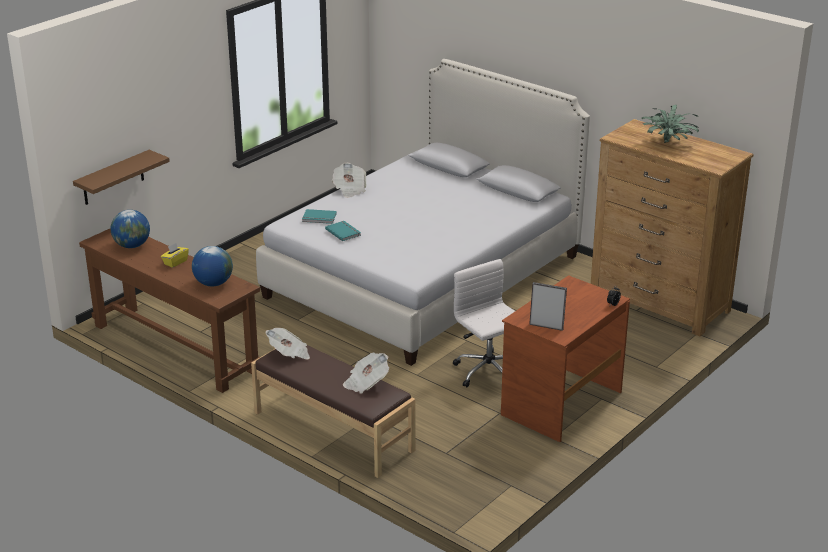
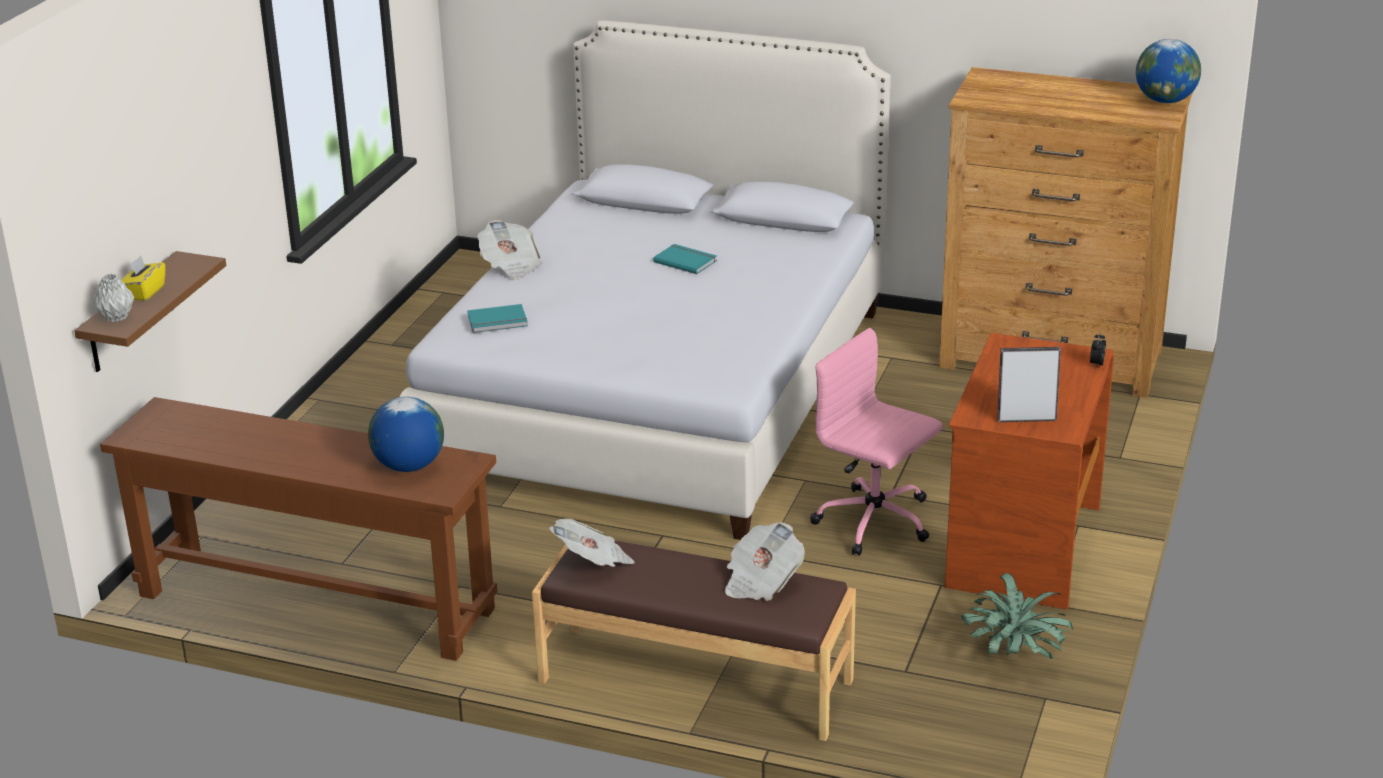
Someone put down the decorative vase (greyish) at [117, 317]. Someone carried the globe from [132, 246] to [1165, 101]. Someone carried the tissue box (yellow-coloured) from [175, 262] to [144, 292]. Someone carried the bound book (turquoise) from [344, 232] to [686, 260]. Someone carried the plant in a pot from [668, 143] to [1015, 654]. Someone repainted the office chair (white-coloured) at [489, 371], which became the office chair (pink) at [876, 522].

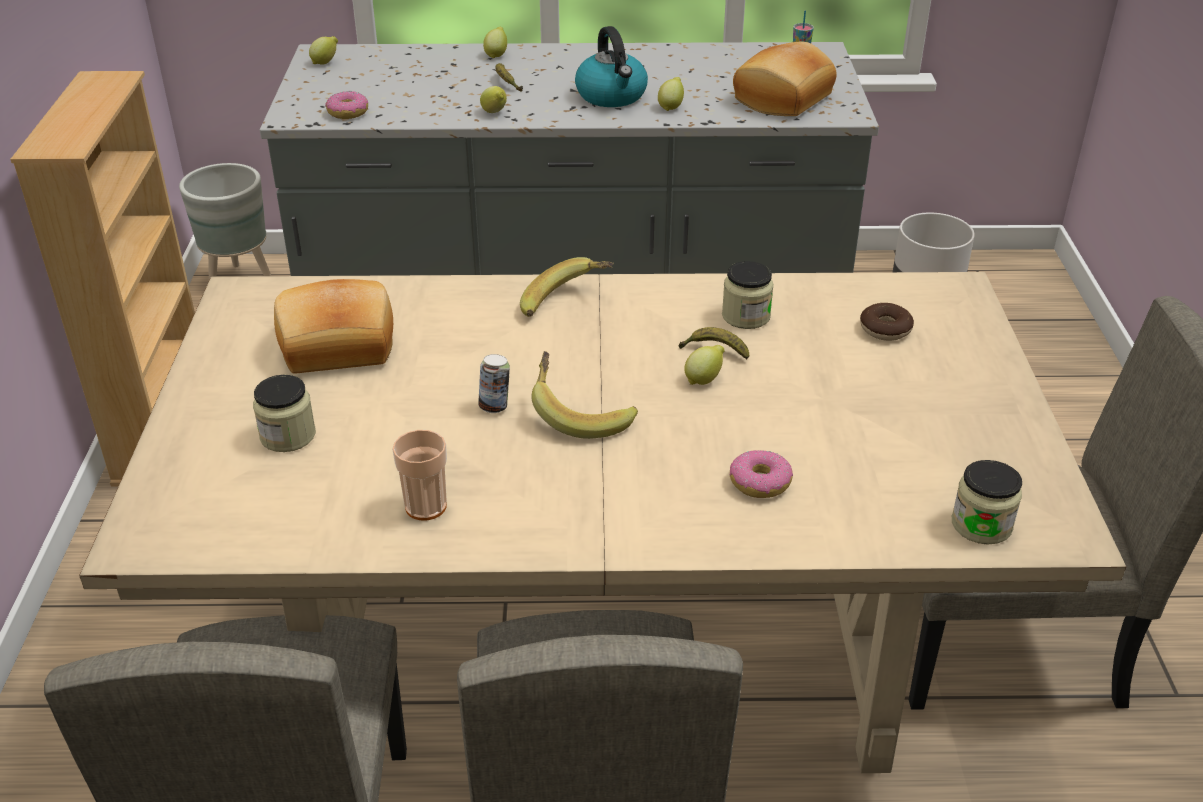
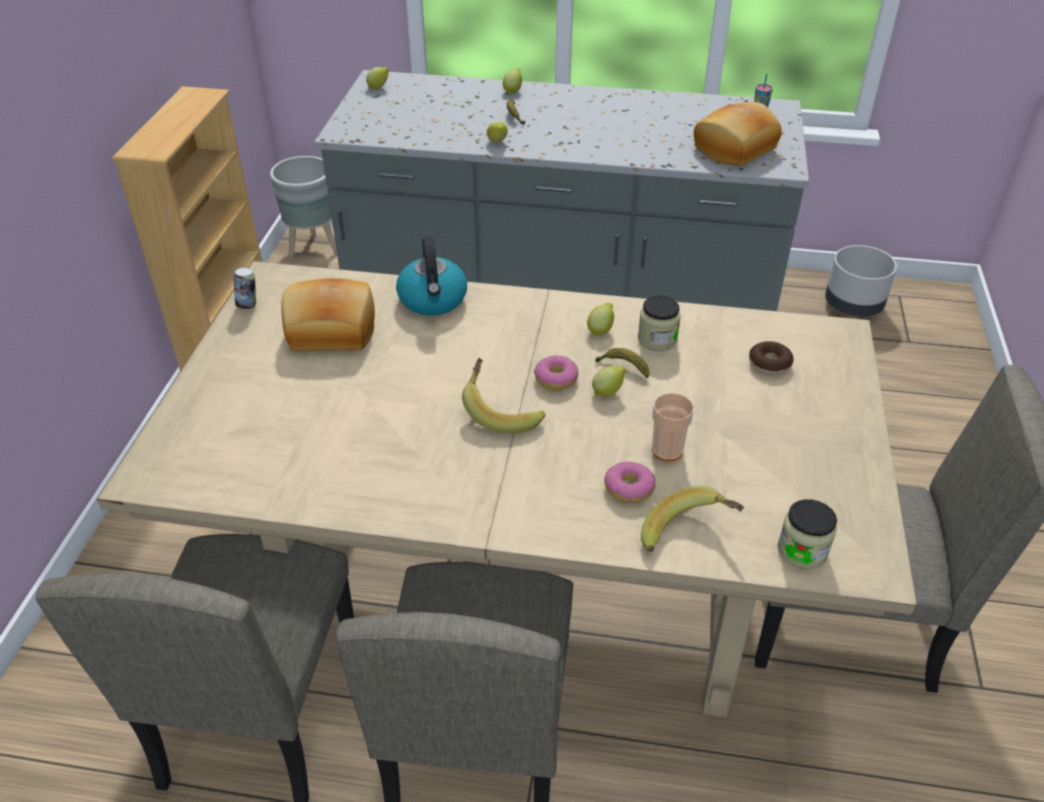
Someone took away the jar at [288, 436]. Someone carried the donut from [348, 113] to [556, 379]. Someone carried the small cup from [426, 506] to [667, 450]. Someone carried the sealed can from [495, 407] to [248, 305]. Someone carried the banana fruit from [567, 305] to [688, 535]. Someone carried the tea kettle from [612, 96] to [433, 300]. Someone carried the lemon from [671, 107] to [600, 330].

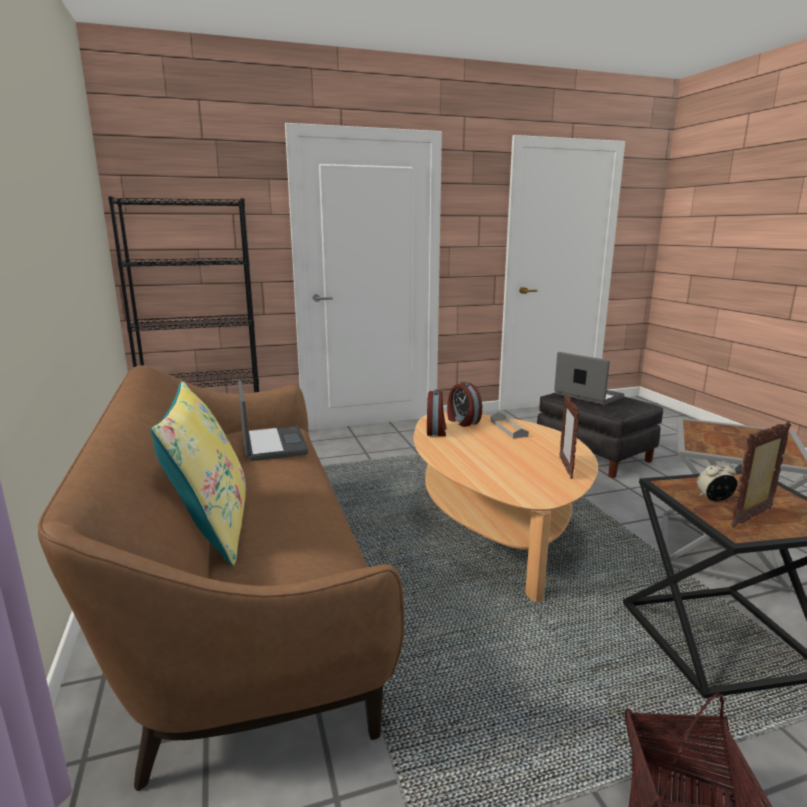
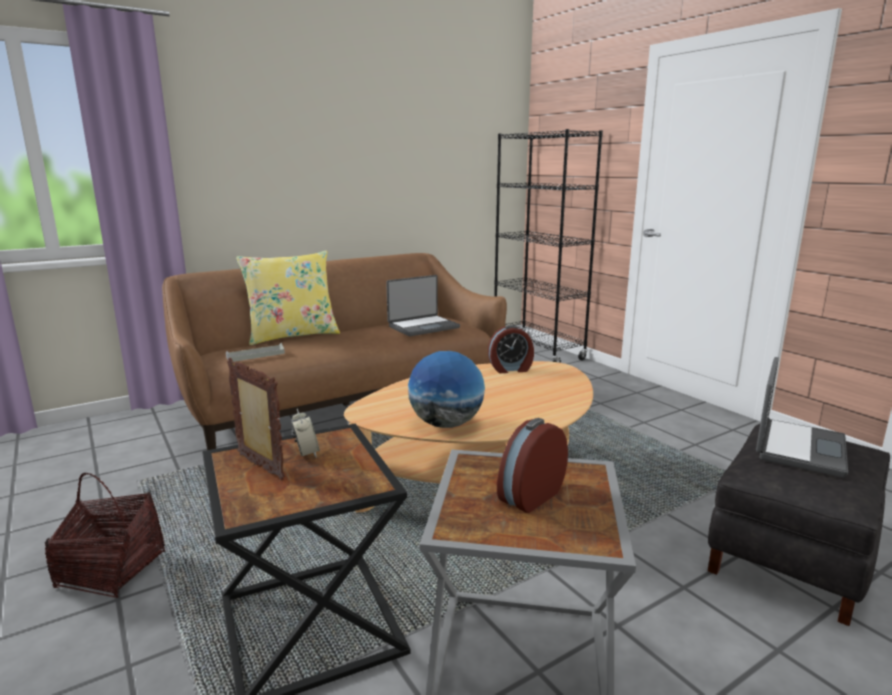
Someone carried the table clock from [462, 421] to [529, 495]. Someone carried the carrying tray (greyish) from [508, 428] to [255, 355]. Someone swapped the picture frame at [566, 468] for the globe at [446, 424].

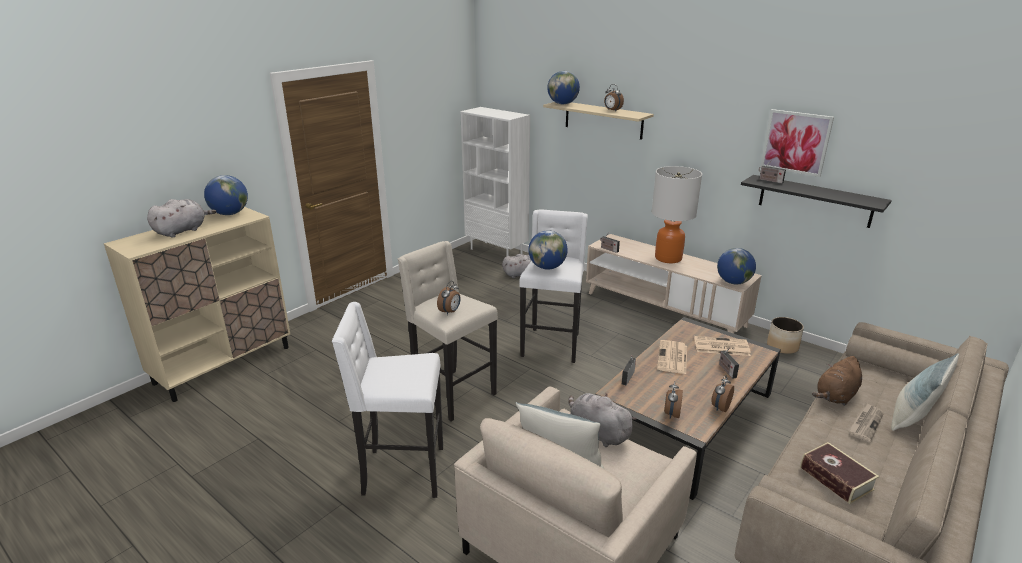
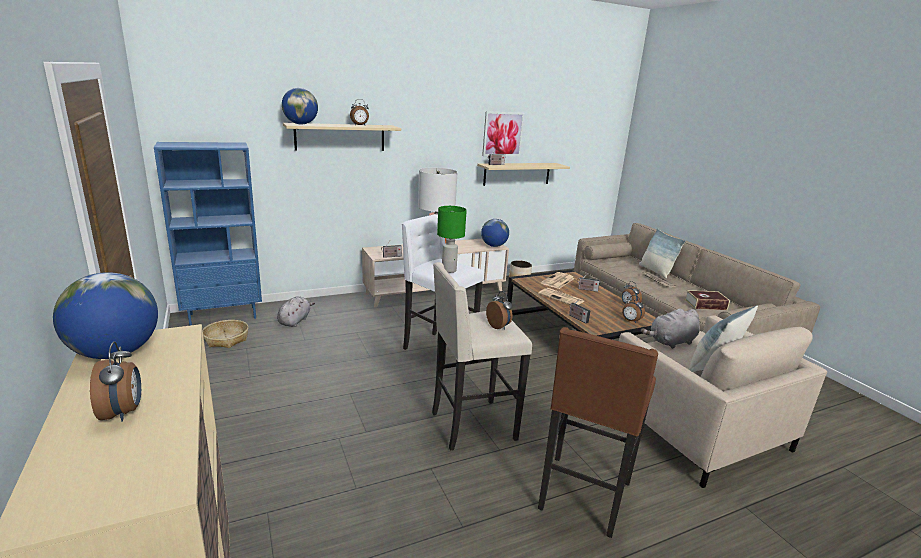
Someone took away the soft toy (brown-coloured) at [835, 396]. Someone put down the basket at [226, 339]. Someone swapped the soft toy (greyish) at [182, 231] for the table clock at [123, 412]. Someone swapped the globe at [547, 267] for the table lamp (green-coloured) at [448, 270]. Someone repainted the sitting stool (white-coloured) at [401, 472], which became the sitting stool (brown-coloured) at [582, 497]. Someone repainted the bookshelf (white-coloured) at [497, 251], which became the bookshelf (blue-coloured) at [224, 315]. Someone repainted the bracket shelf (black) at [815, 201], which became the bracket shelf (beige-coloured) at [517, 173].

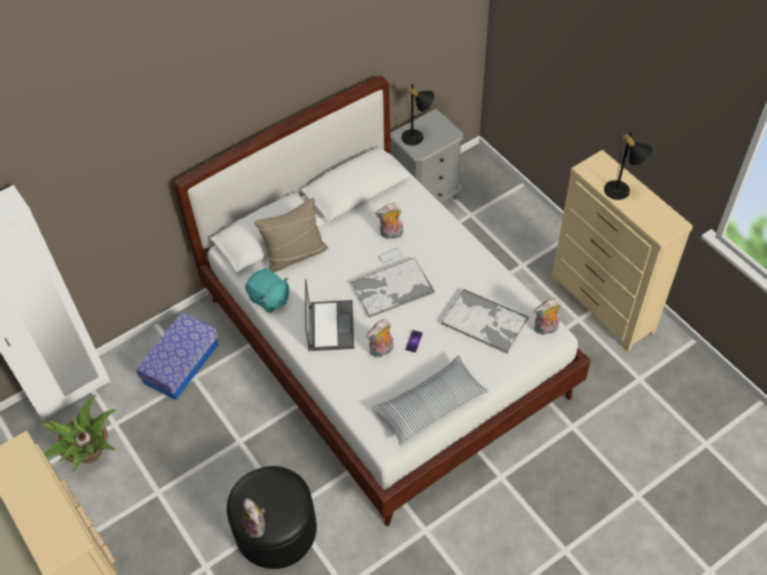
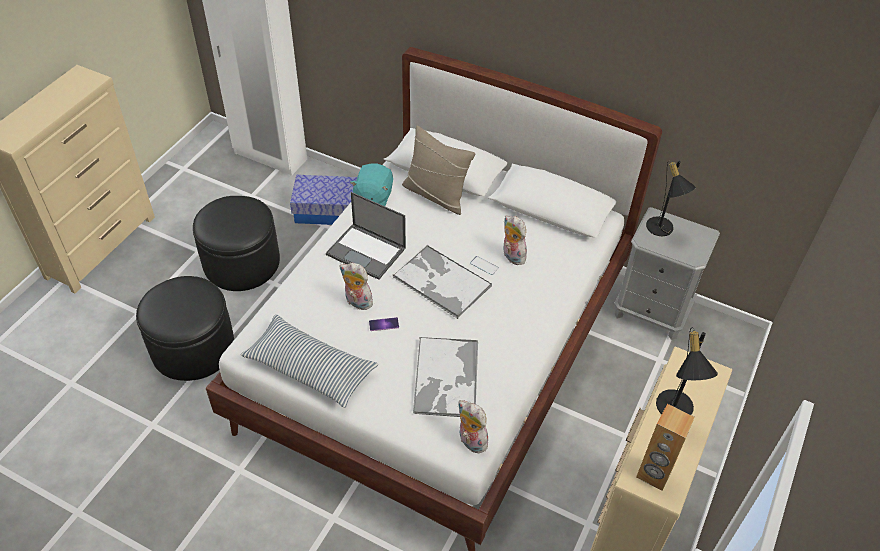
Someone took away the plant in a pot at [88, 454]. Someone took away the soft toy at [257, 526]. Someone put down the ottoman (black) at [241, 263]. Someone put down the audio speaker (brown-coloured) at [653, 474]. Someone rotated the laptop at [330, 325] by 60 degrees clockwise.

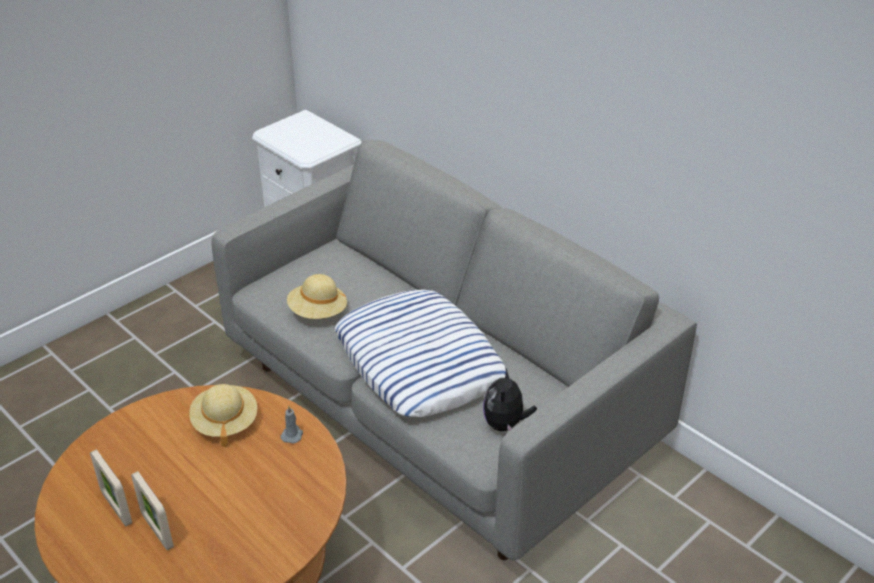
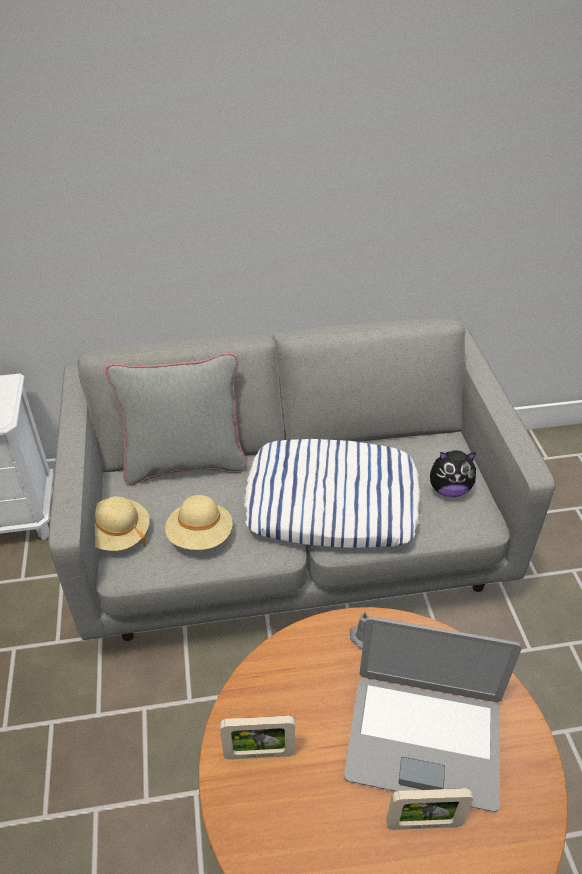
Someone put down the cushion (greyish) at [185, 463]. Someone put down the laptop at [424, 739]. Someone carried the picture frame from [116, 508] to [259, 754]. Someone carried the hat (beige-coloured) from [225, 422] to [117, 534]. Someone rotated the soft toy at [505, 424] by 45 degrees counterclockwise.

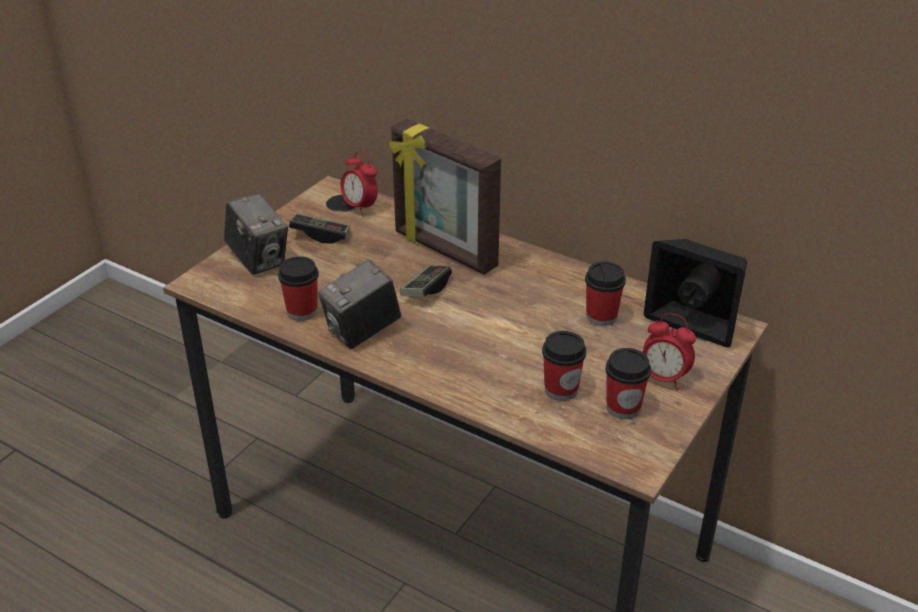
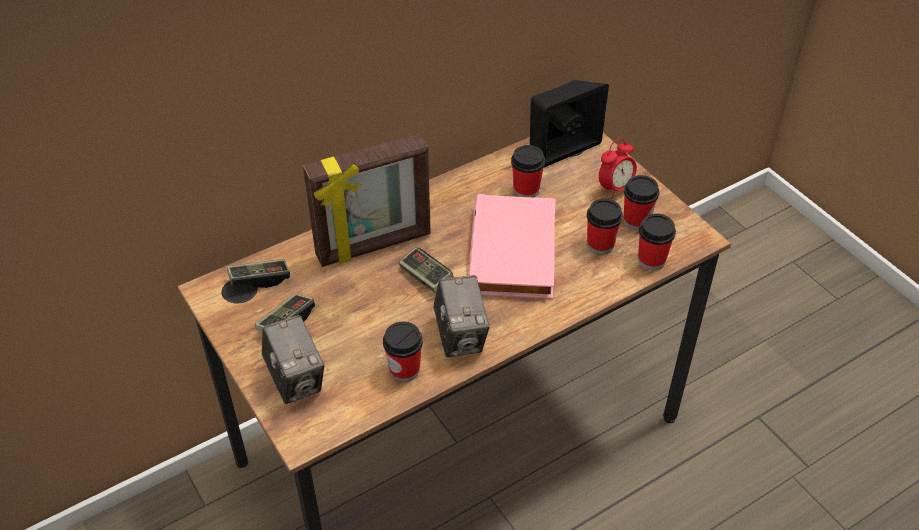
Someone put down the bound book (pink) at [516, 252]. Someone put down the small cup at [651, 260]. Someone swapped the table clock at [360, 207] for the gamepad at [260, 279]. Someone rotated the photo camera at [259, 260] by 75 degrees clockwise.

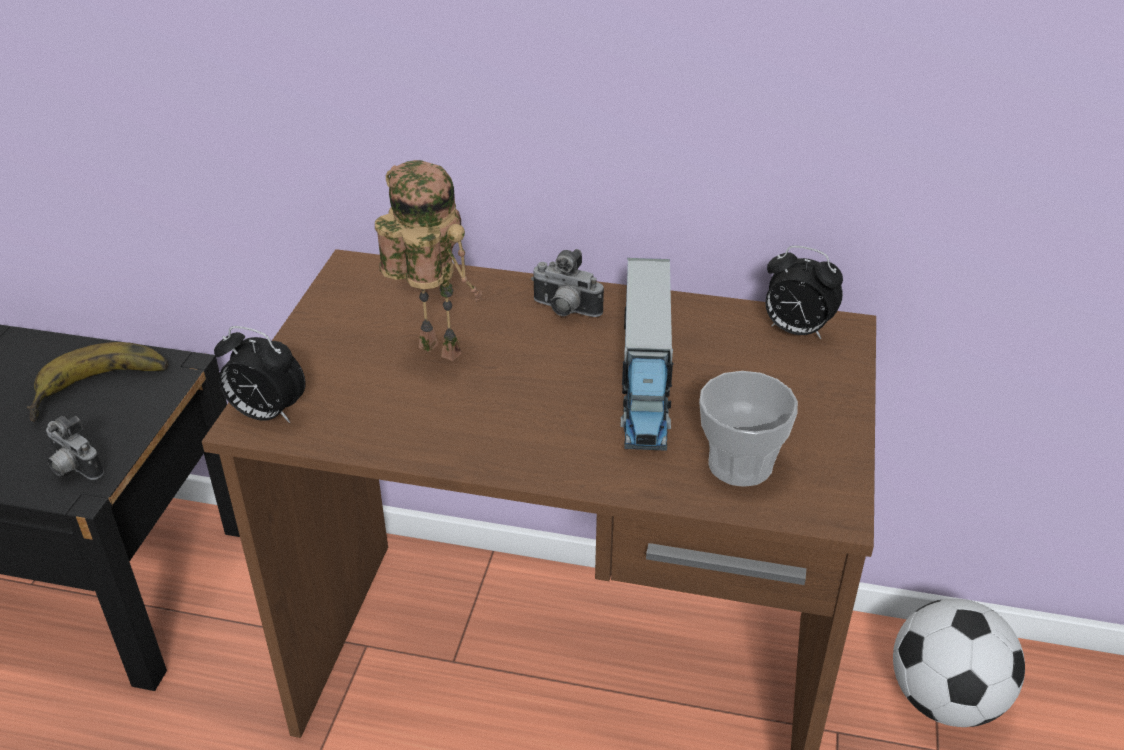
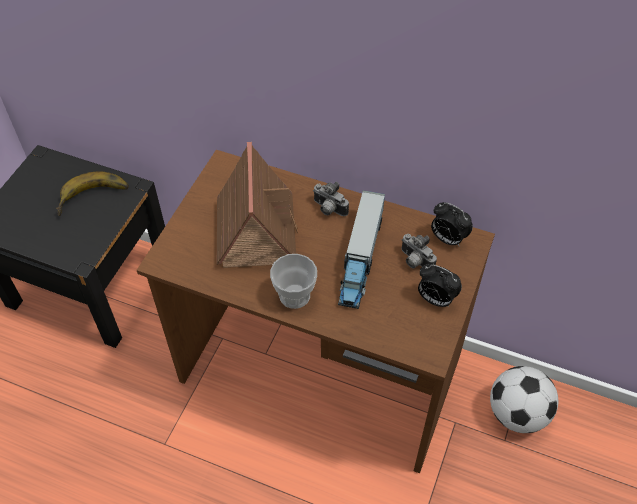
Someone carried the photo camera from [73, 469] to [414, 261]. Someone carried the table clock from [266, 414] to [435, 299]. Someone carried the small cup from [740, 464] to [294, 295]. Someone swapped the model robot at [433, 352] for the model house at [256, 228].

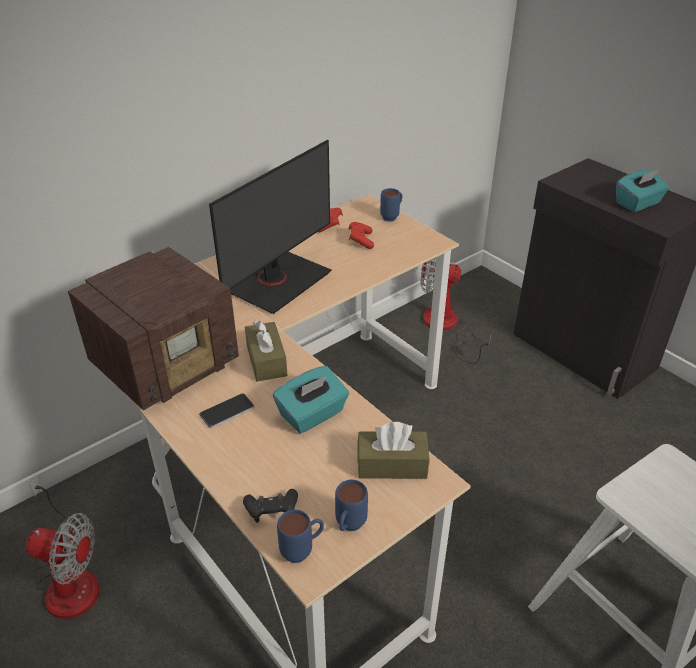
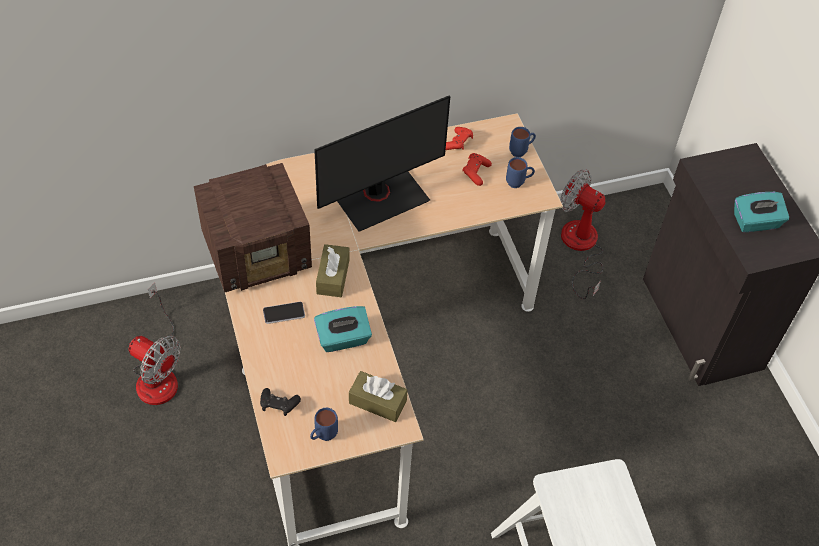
Someone carried the coffee mug (blue-coloured) from [302, 551] to [518, 183].

